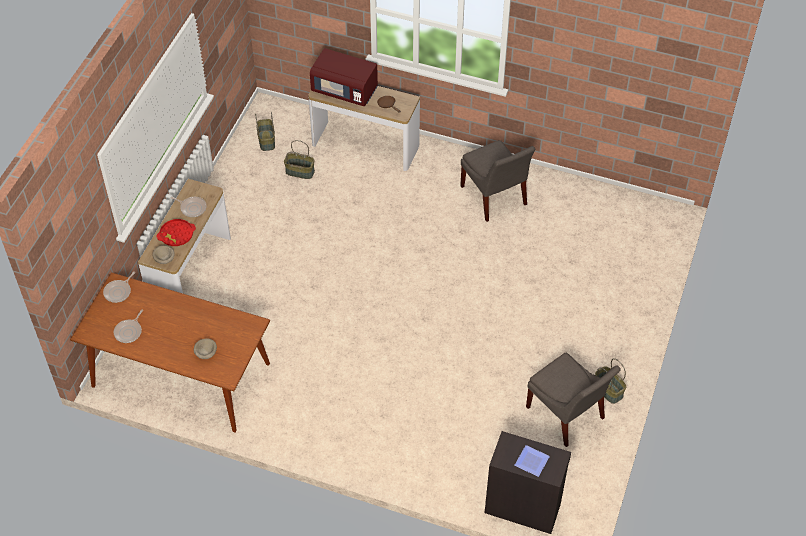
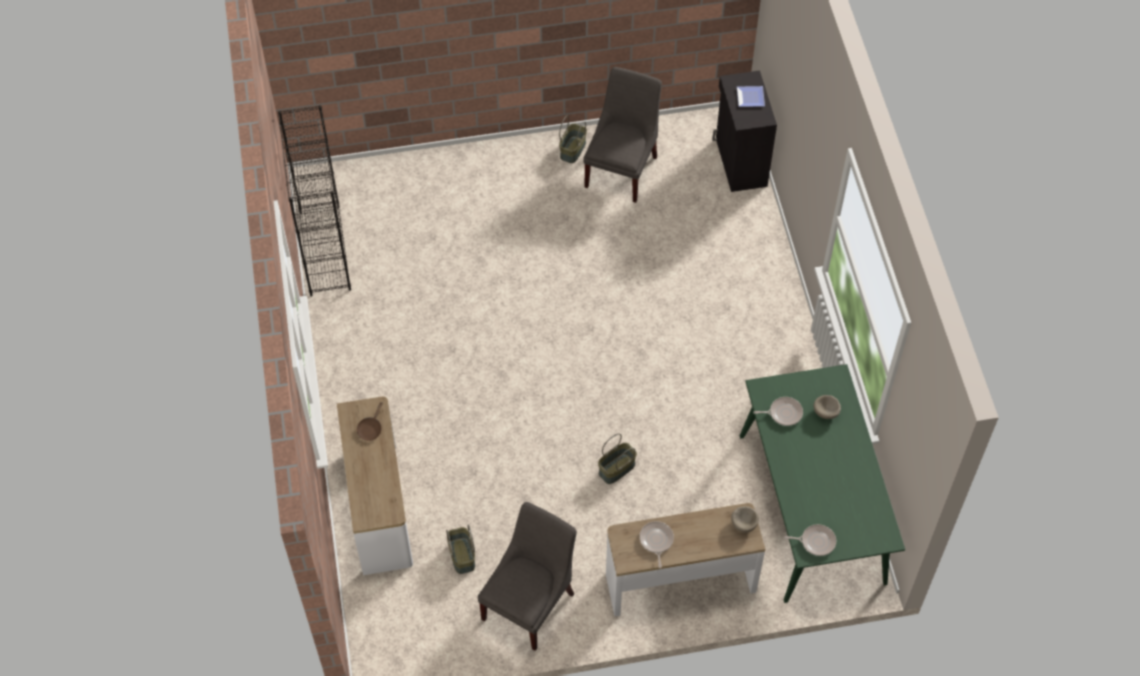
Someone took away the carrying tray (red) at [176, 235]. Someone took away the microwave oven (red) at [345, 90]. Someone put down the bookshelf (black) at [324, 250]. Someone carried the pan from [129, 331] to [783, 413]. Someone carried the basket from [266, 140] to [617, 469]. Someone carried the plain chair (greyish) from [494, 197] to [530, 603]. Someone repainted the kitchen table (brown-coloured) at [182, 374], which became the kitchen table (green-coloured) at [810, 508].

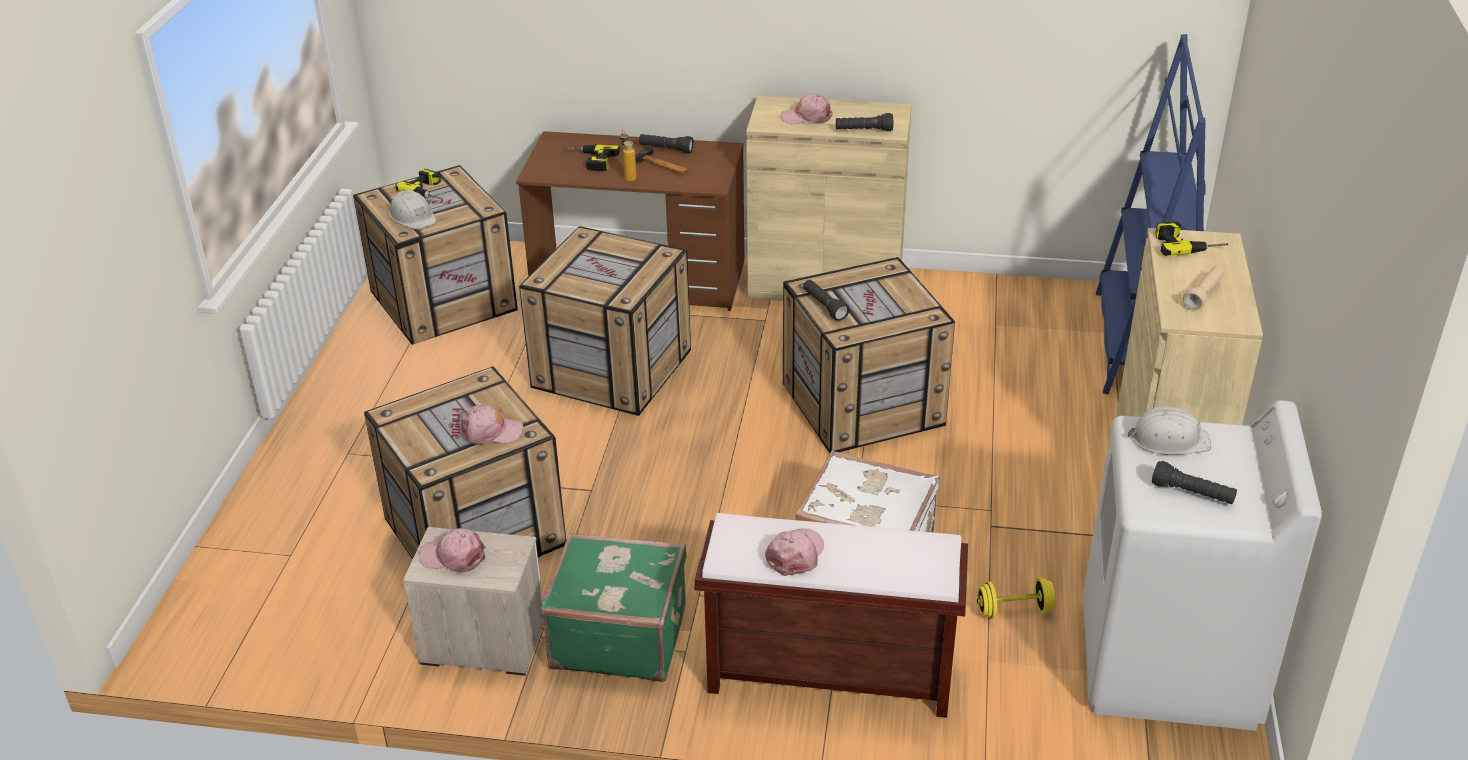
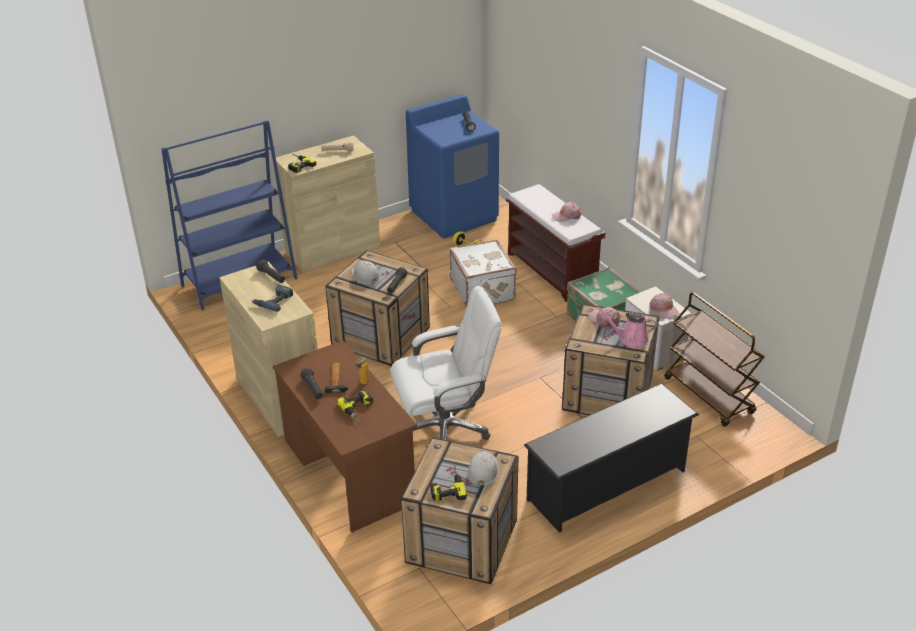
Someone put down the shoe shelf (black) at [607, 485]. Someone put down the watering can (pink) at [630, 340]. Someone put down the wheeled cart (brown-coloured) at [709, 396]. Someone carried the safety helmet (white-coloured) from [1169, 439] to [365, 276]. Someone swapped the shipping crate at [610, 368] for the office chair (white-coloured) at [446, 428]. Someone swapped the peaked cap (pink) at [807, 117] for the power drill at [273, 301]. Someone repainted the laundry appliance (white-coloured) at [1168, 664], which became the laundry appliance (blue-coloured) at [454, 215].

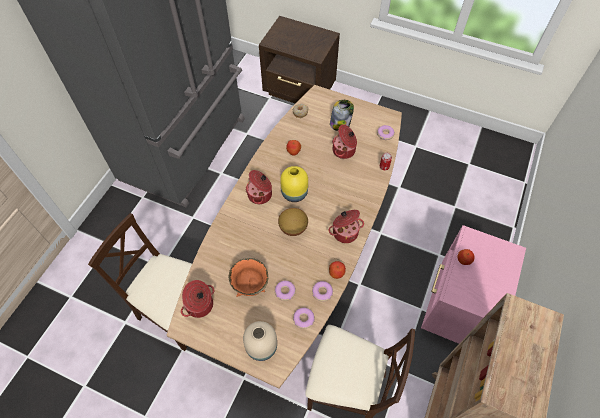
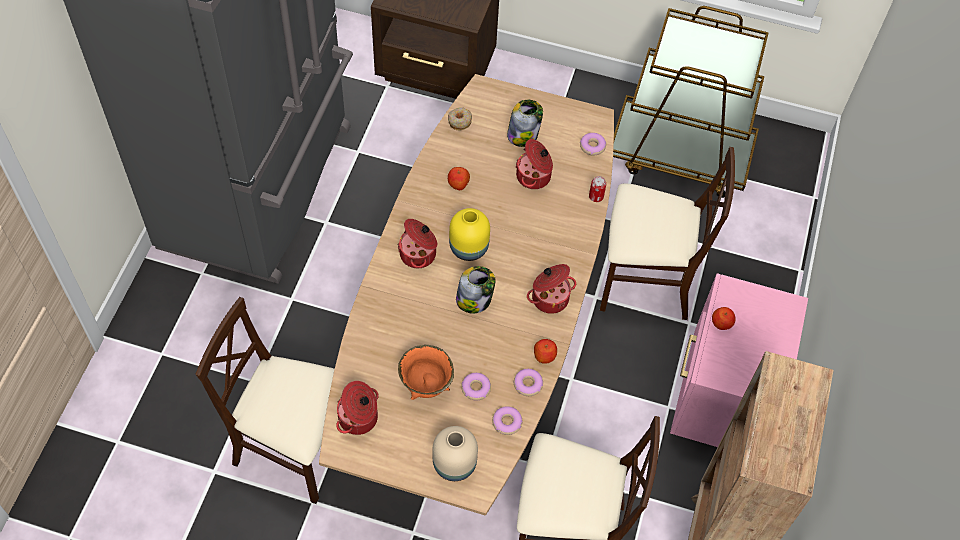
Someone put down the plain chair (beige-coloured) at [645, 282]. Someone put down the wheeled cart (brown-coloured) at [680, 154]. Someone swapped the bowl at [293, 229] for the jar at [474, 299].

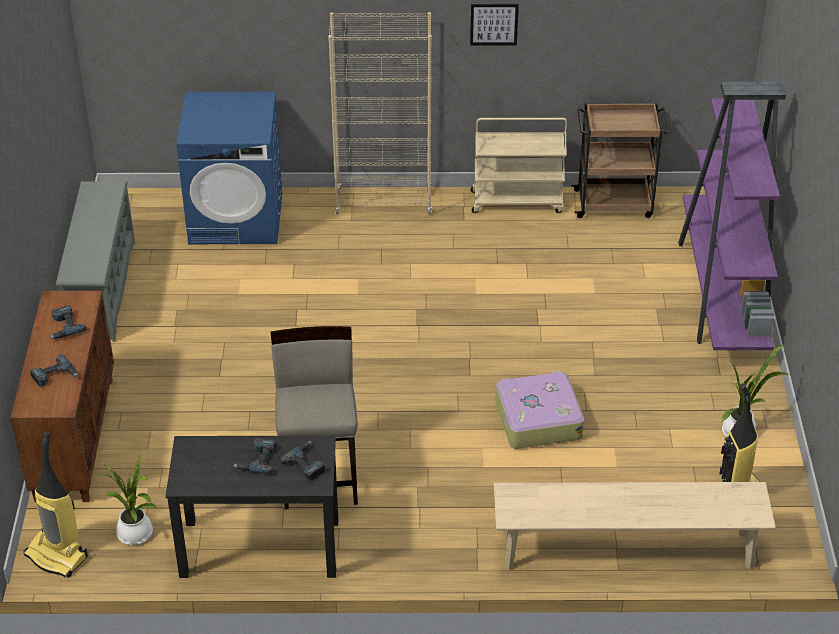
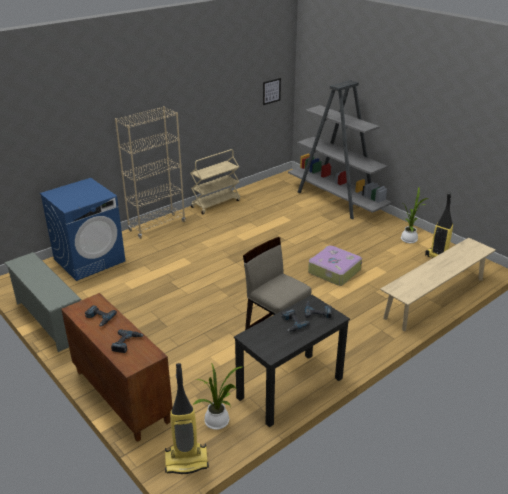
Someone took away the wheeled cart (brown-coloured) at [614, 204]. Someone carried the wall picture from [494, 24] to [271, 91]. Someone repainted the bookshelf (purple) at [722, 293], which became the bookshelf (greyish) at [336, 200].

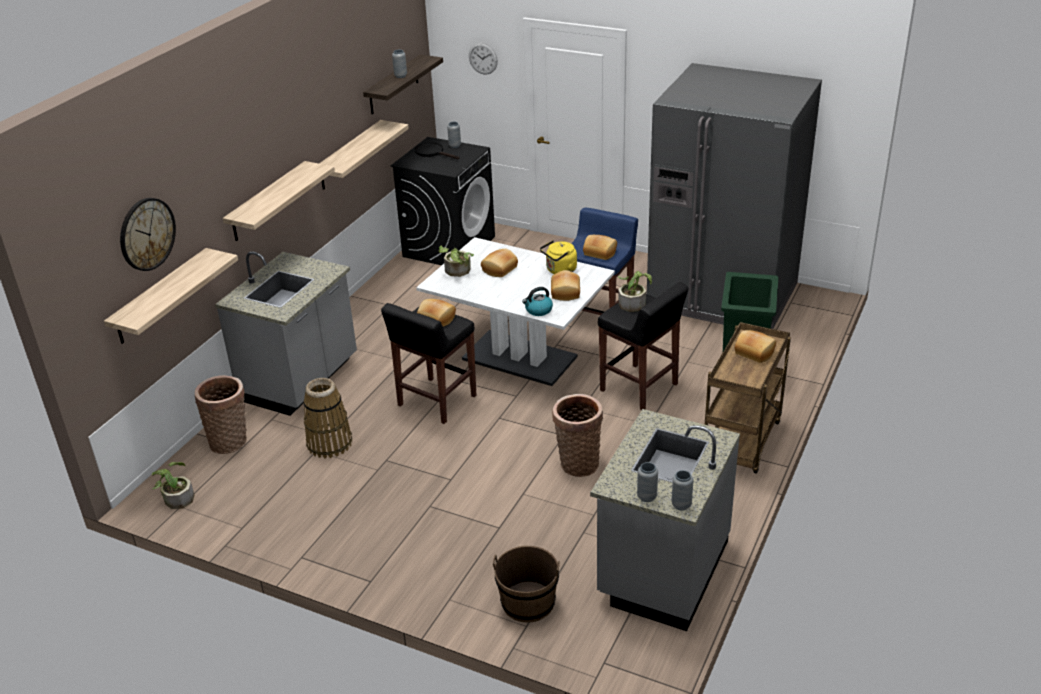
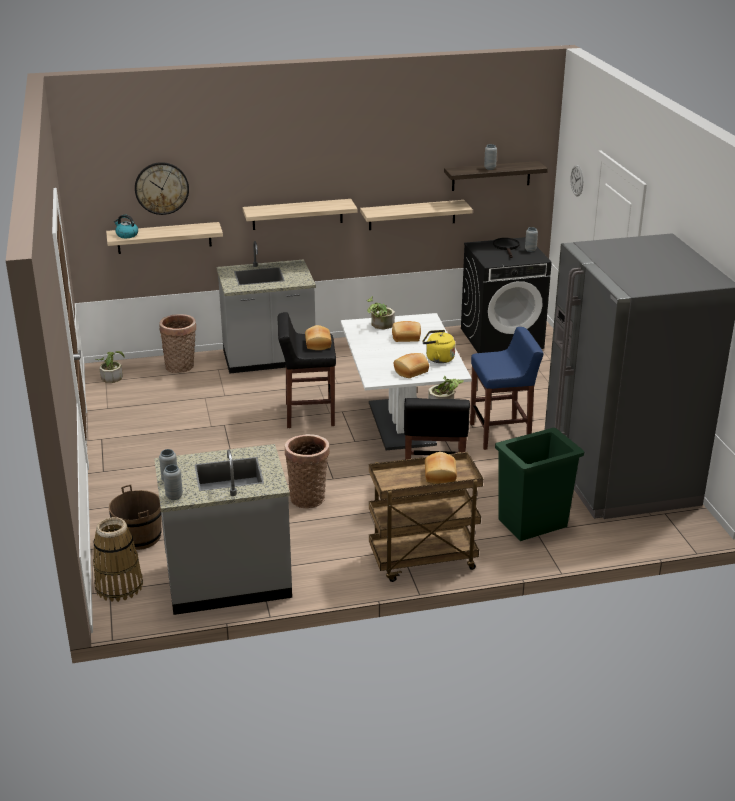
Someone took away the baked bread at [600, 252]. Someone carried the basket from [329, 443] to [119, 586]. Someone carried the tea kettle from [538, 310] to [126, 235].

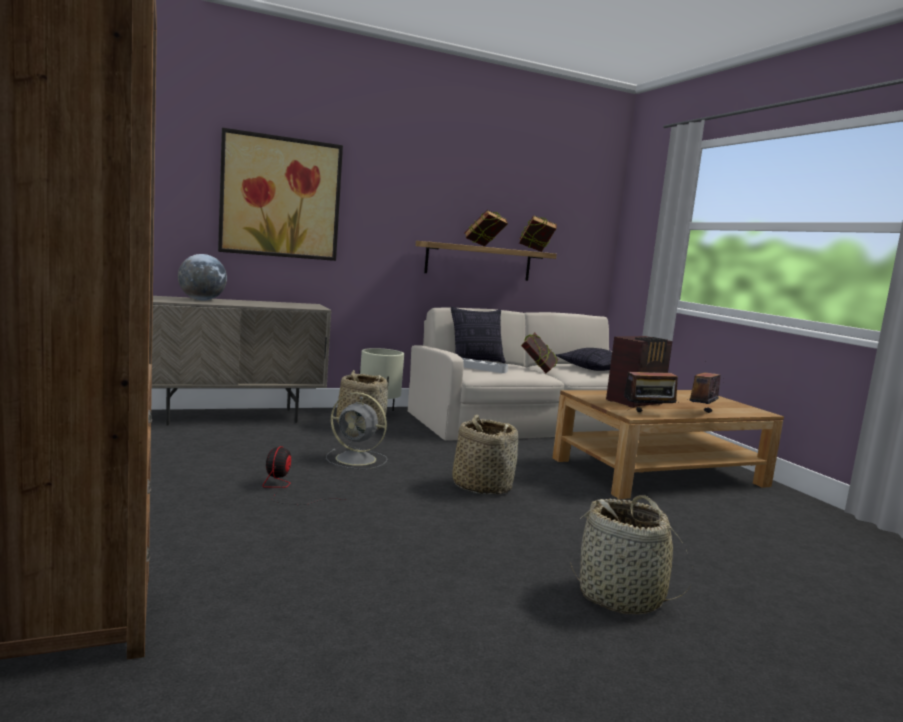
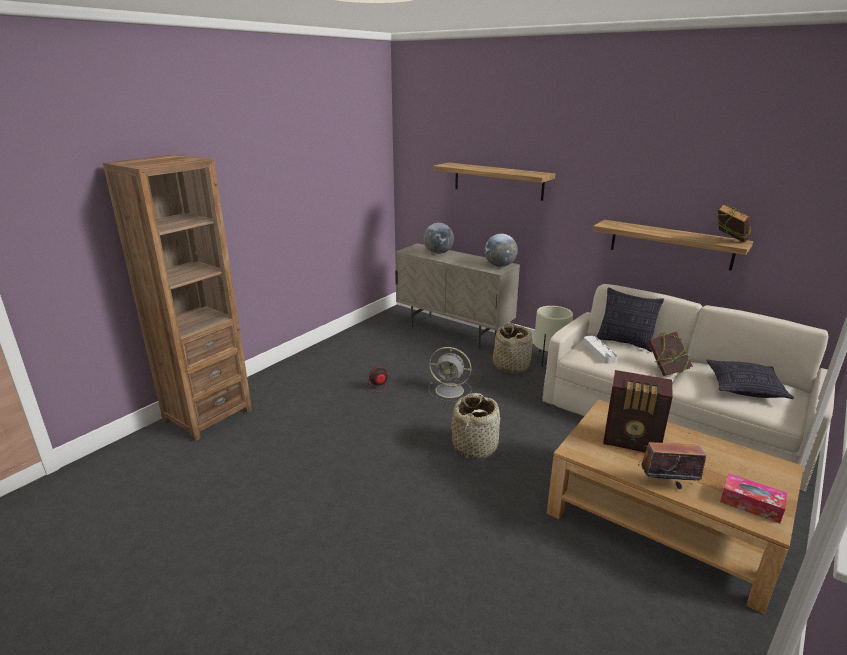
Someone took away the bound book at [484, 246]. Someone took away the basket at [621, 597]. Someone took away the radio set at [648, 414]. Someone put down the globe at [500, 266]. Someone put down the tissue box at [751, 504]. Someone swapped the wall picture at [281, 197] for the bracket shelf at [498, 181]. Someone rotated the fan (greyish) at [357, 459] by 60 degrees counterclockwise.

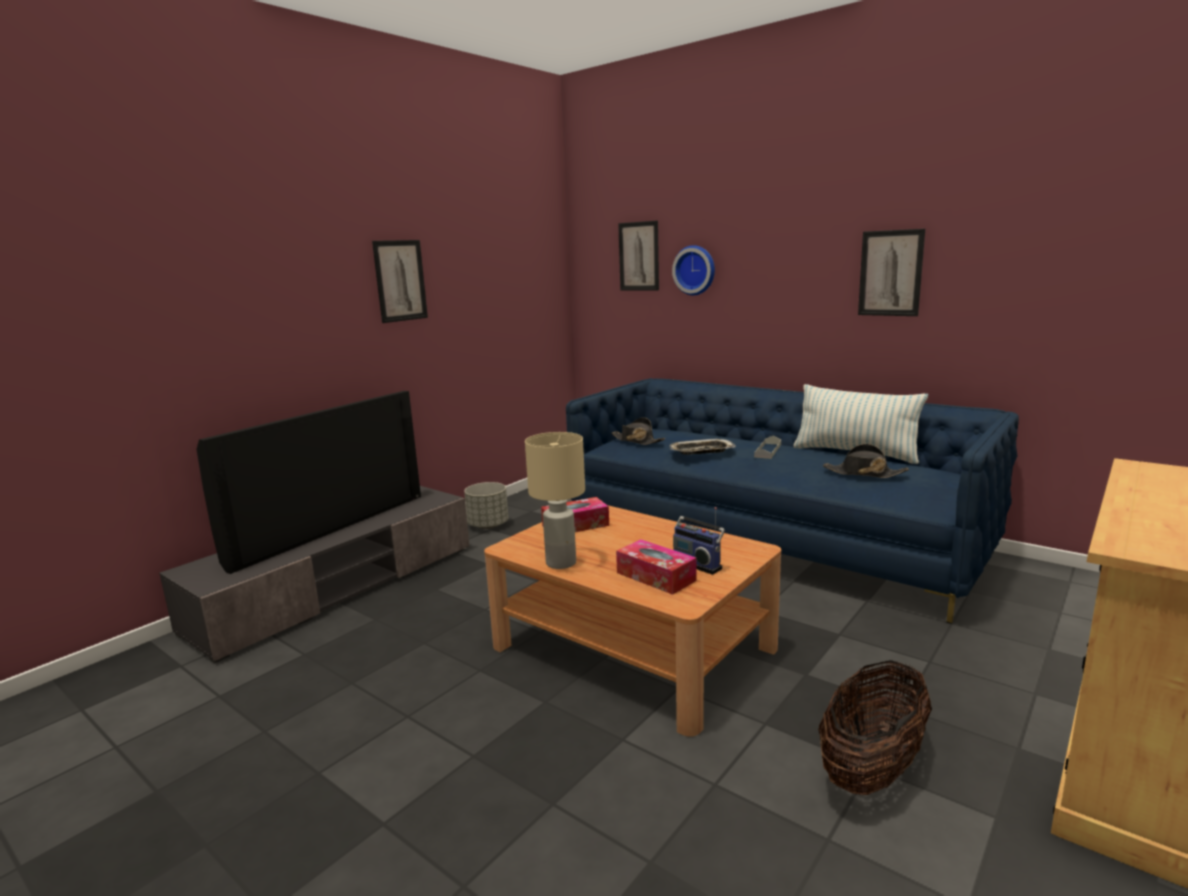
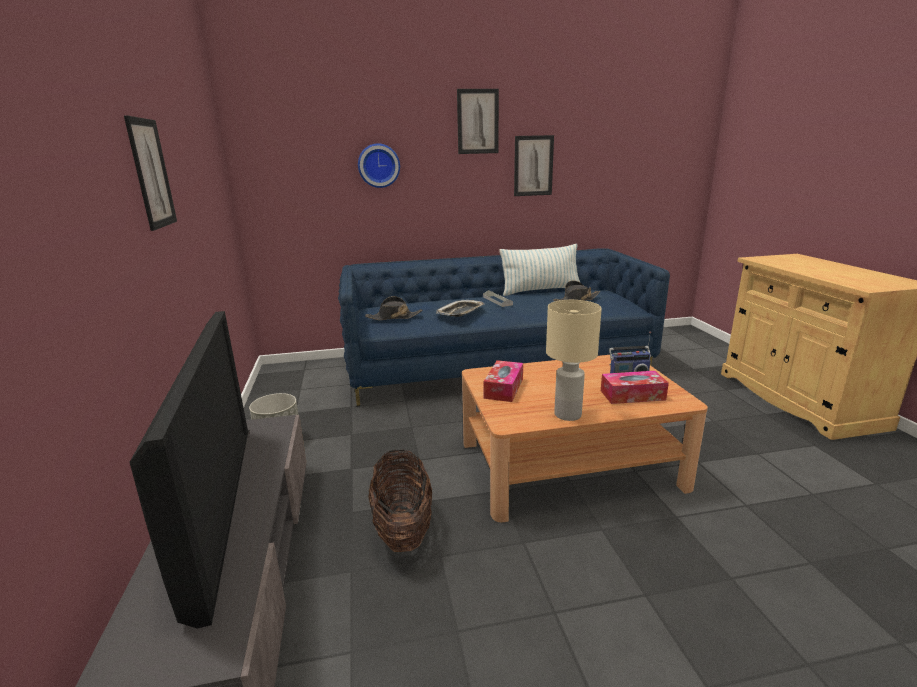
Someone carried the wall picture from [639, 256] to [478, 121]. Someone carried the basket from [872, 768] to [403, 528].

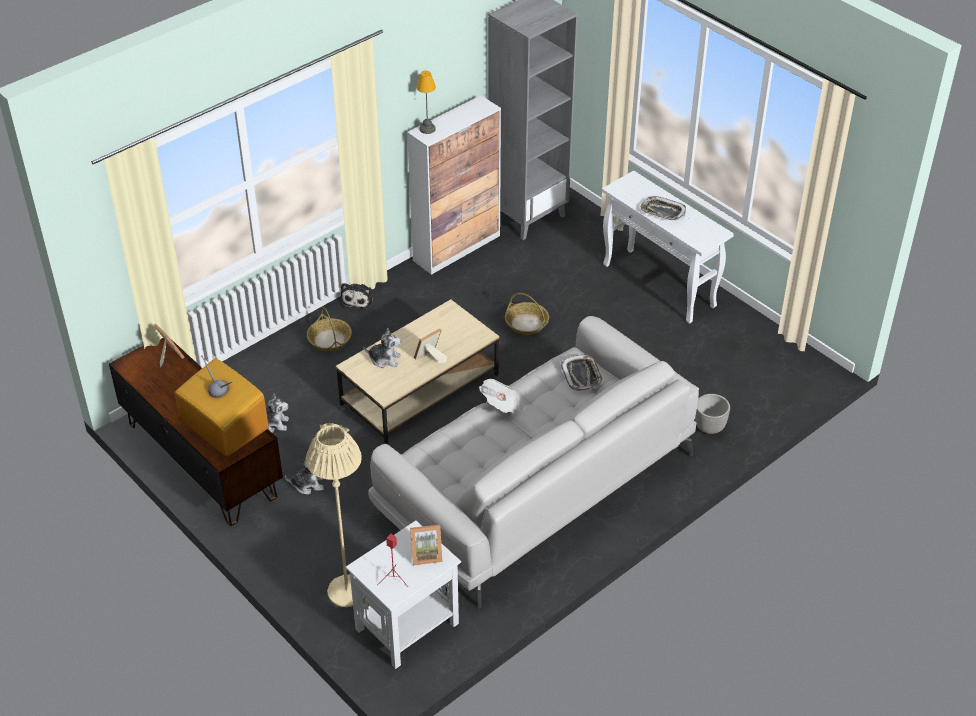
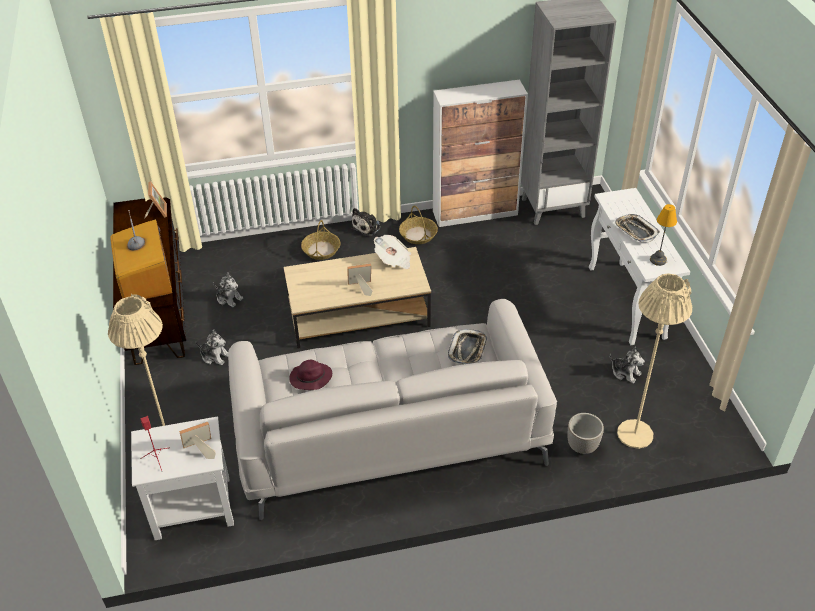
Someone put down the hat (purple) at [310, 378]. Someone put down the floor lamp (beige-coloured) at [635, 434]. Someone carried the soft toy from [385, 359] to [625, 372]. Someone carried the table lamp from [428, 129] to [658, 260]. Someone carried the daily paper from [503, 405] to [393, 260]. Someone carried the basket from [527, 323] to [418, 235]. Someone rotated the picture frame at [426, 554] by 135 degrees clockwise.

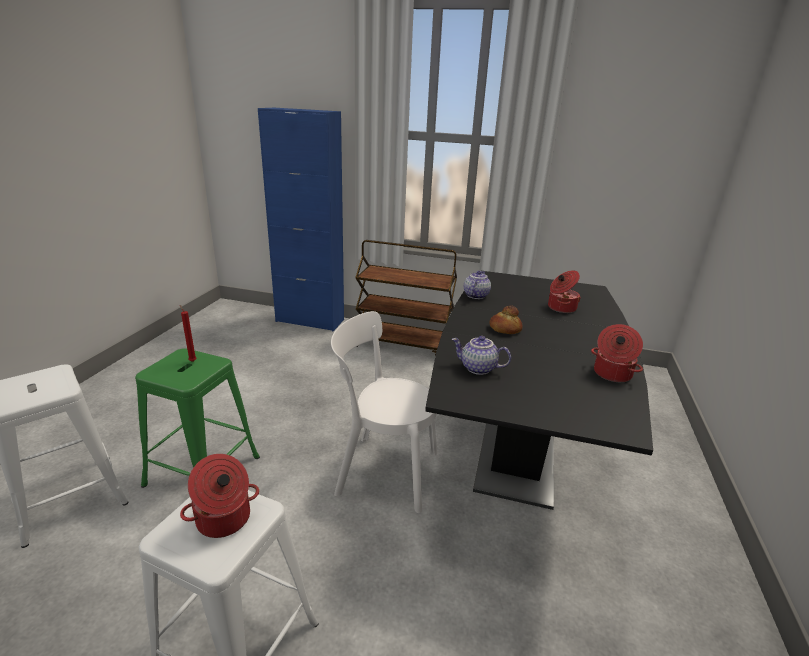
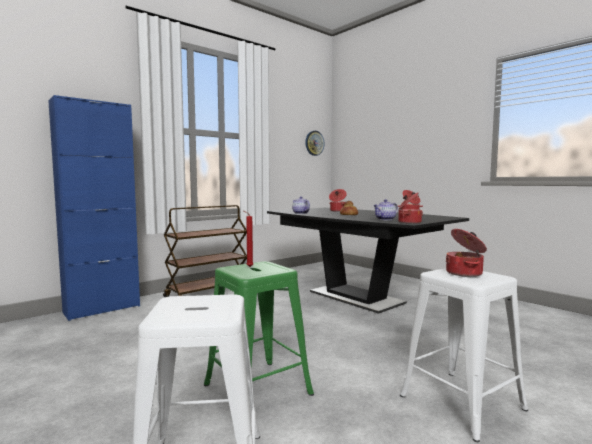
Someone took away the plain chair (white-coloured) at [383, 470]. Someone put up the wall clock at [314, 143]. Someone put down the stockpot at [409, 222].

